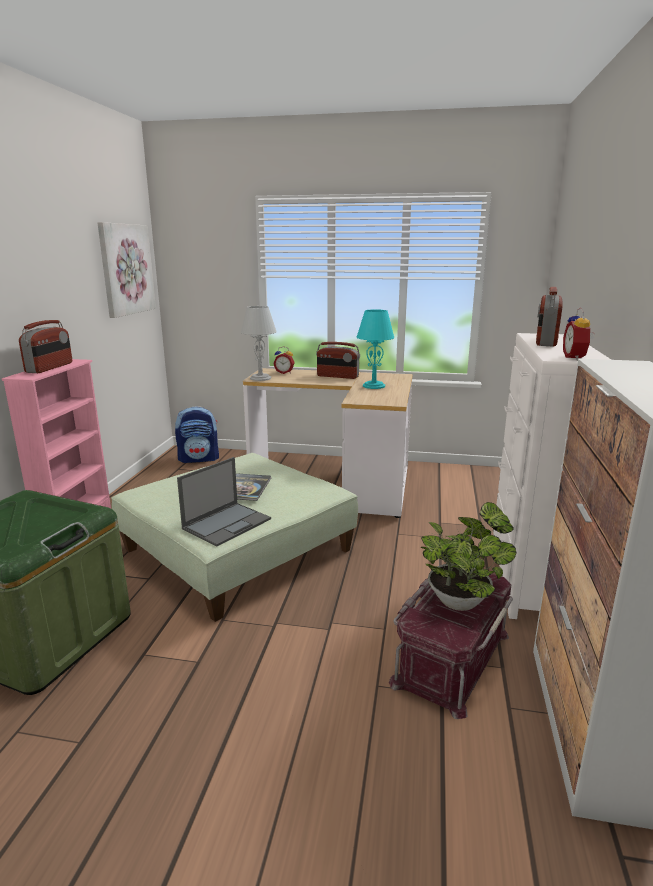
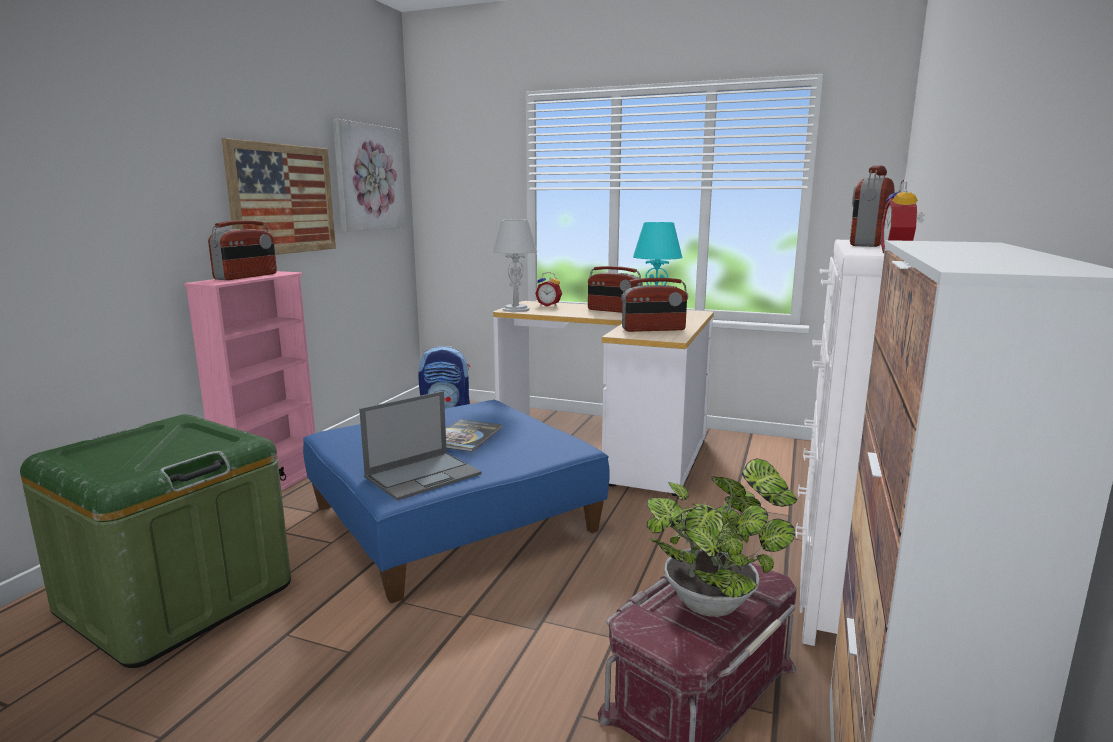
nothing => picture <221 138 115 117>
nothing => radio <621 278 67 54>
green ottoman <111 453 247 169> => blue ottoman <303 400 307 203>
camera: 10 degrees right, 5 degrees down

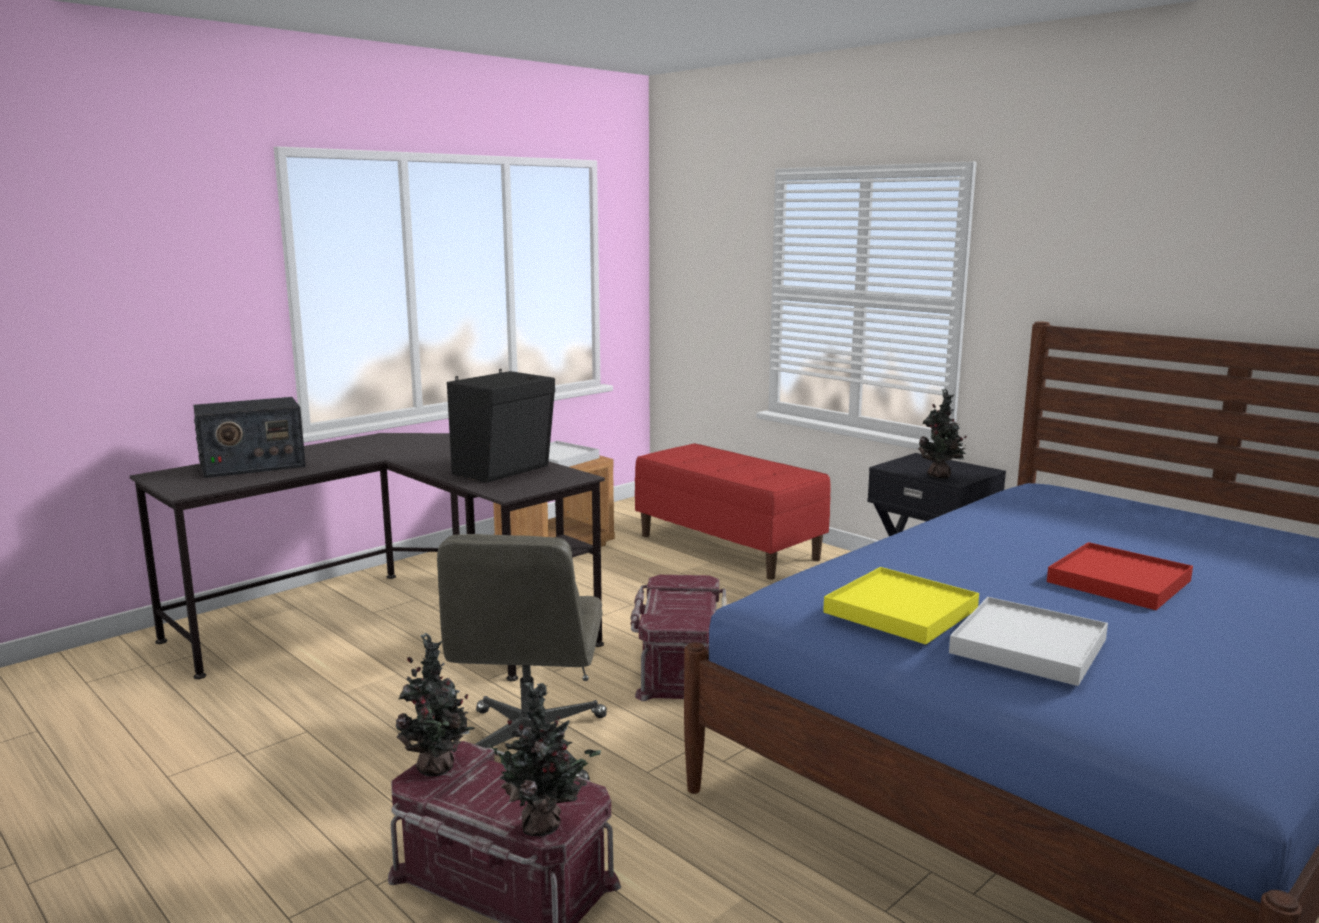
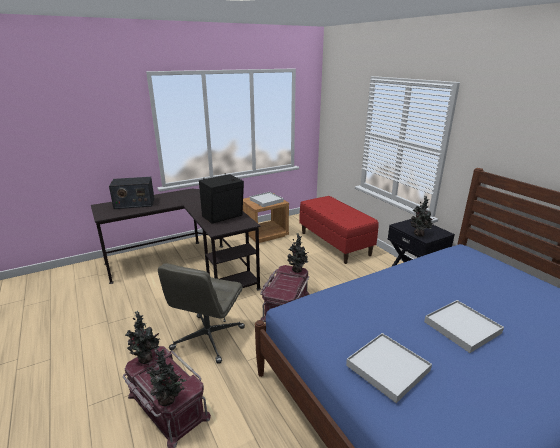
yellow tray <823 567 156 77> => nothing
nothing => potted plant <288 233 20 40>
red tray <1047 542 146 68> => white tray <424 300 80 53>
camera: 15 degrees right, 10 degrees up

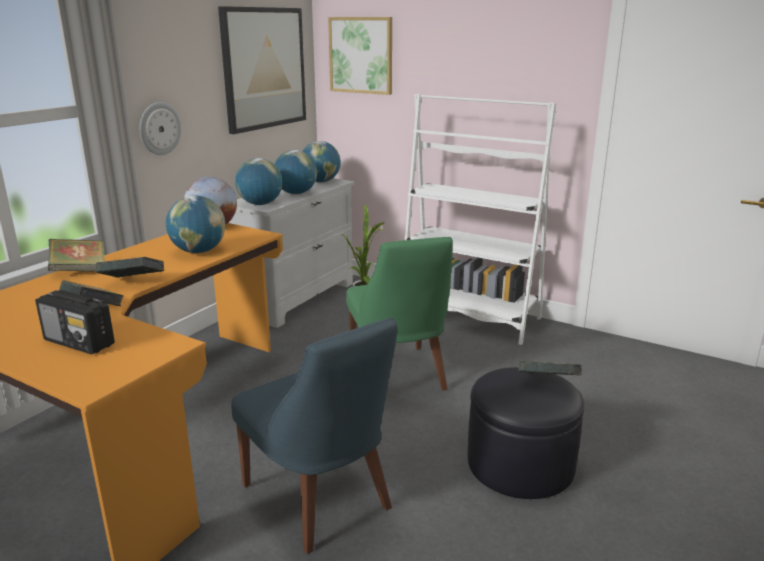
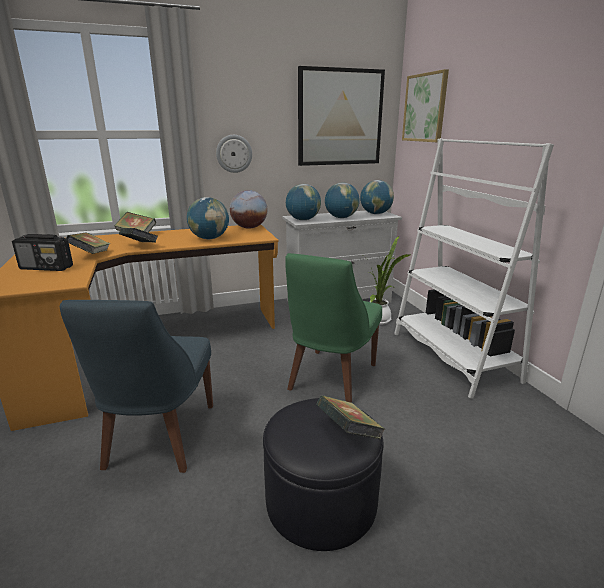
radio <35 290 80 64> => radio <12 234 61 37>, 60 degrees counterclockwise
camera: 40 degrees right, 0 degrees up

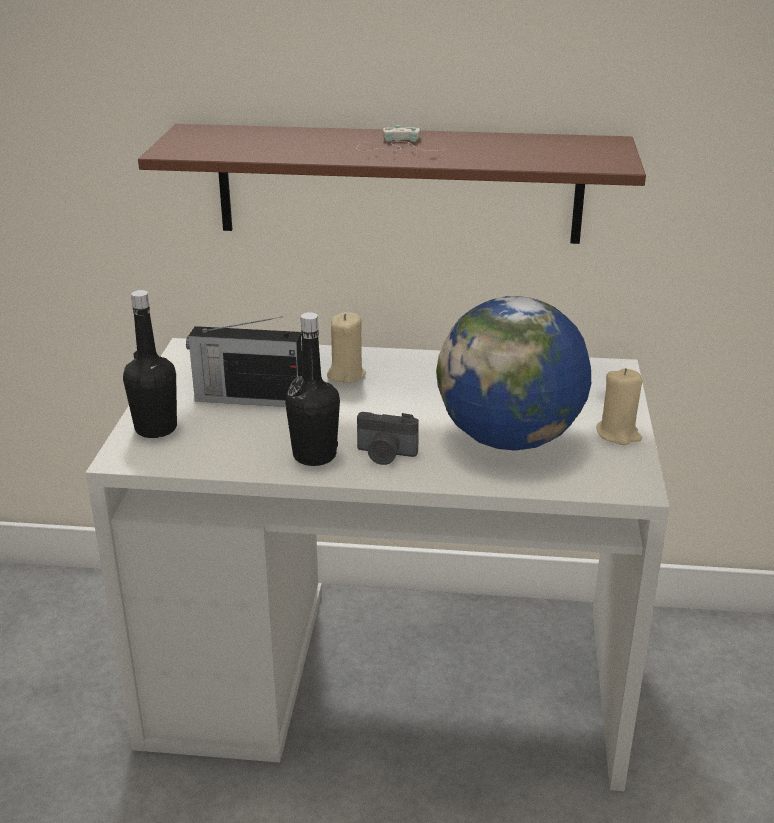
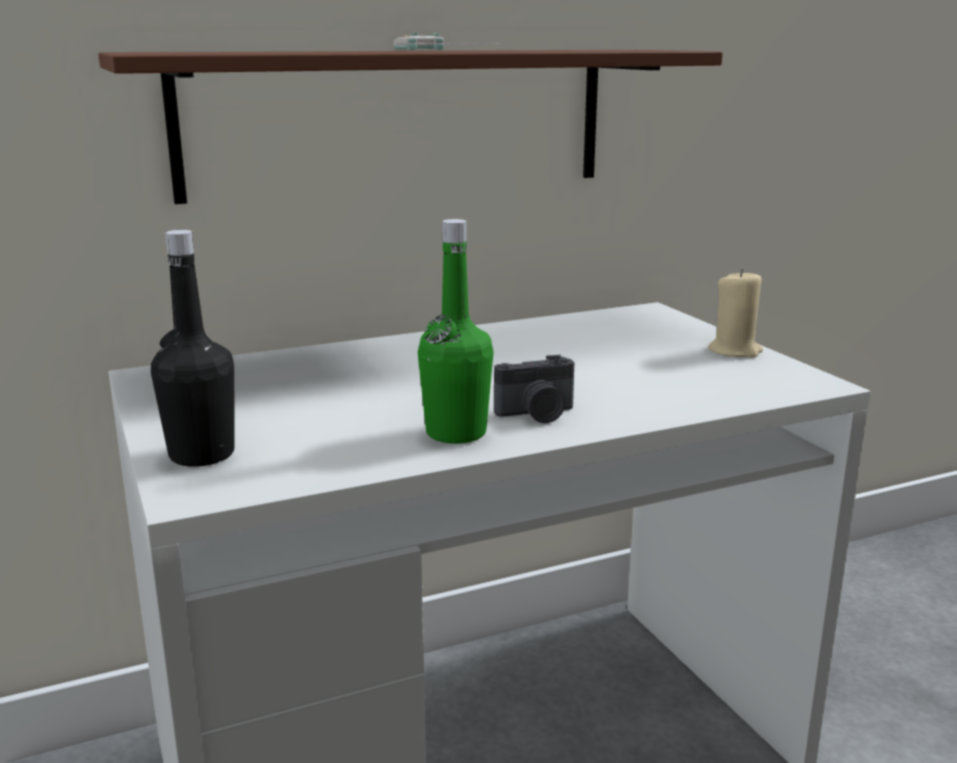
radio <186 316 116 91> => nothing
beige candle <327 313 39 70> => nothing
globe <436 296 155 154> => nothing
black bottle <285 312 55 154> => green bottle <418 219 76 225>
camera: 30 degrees left, 10 degrees down

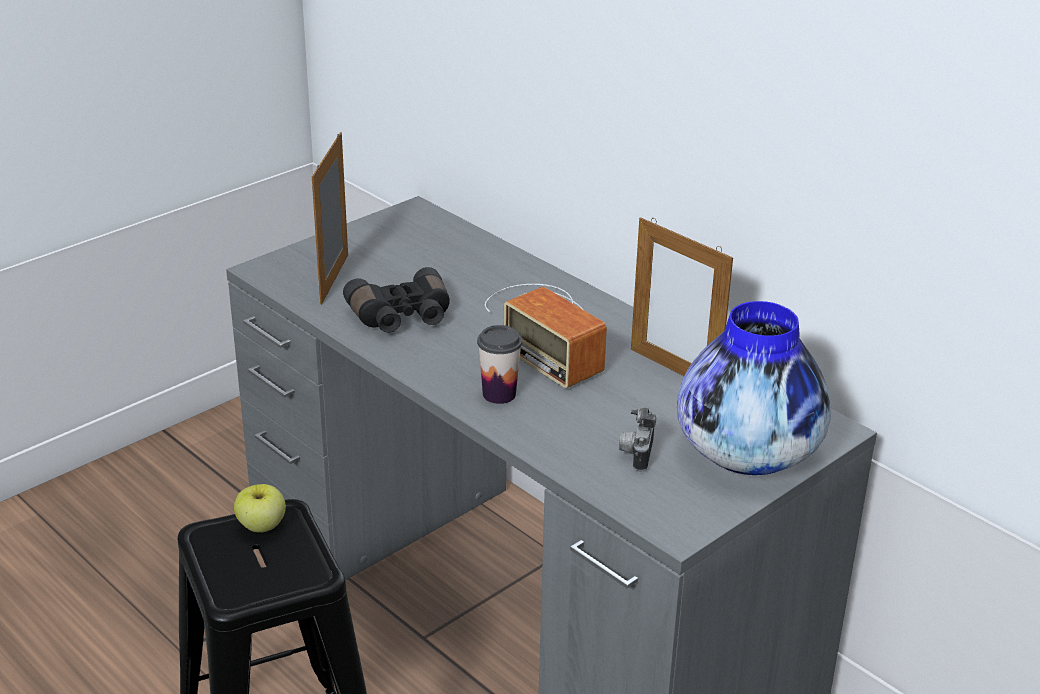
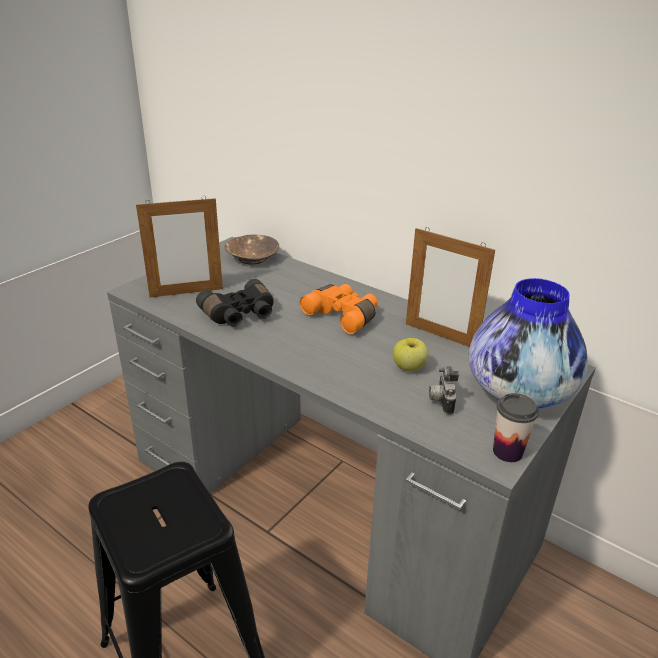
nothing => brown bowl <225 234 54 30>
apple <234 484 52 49> => apple <393 338 35 34>, moved
cup <477 325 45 79> => cup <493 393 46 69>, moved
radio <485 284 122 104> => orange binoculars <300 284 78 50>
picture frame <312 132 36 173> => picture frame <136 196 87 101>, 105 degrees counterclockwise
camera: 10 degrees left, 0 degrees up

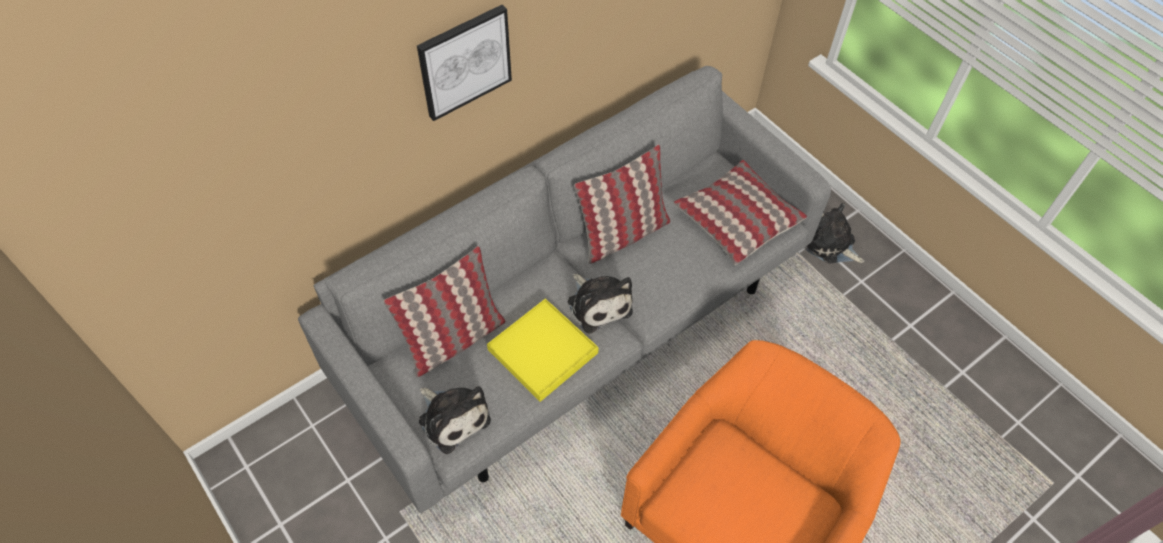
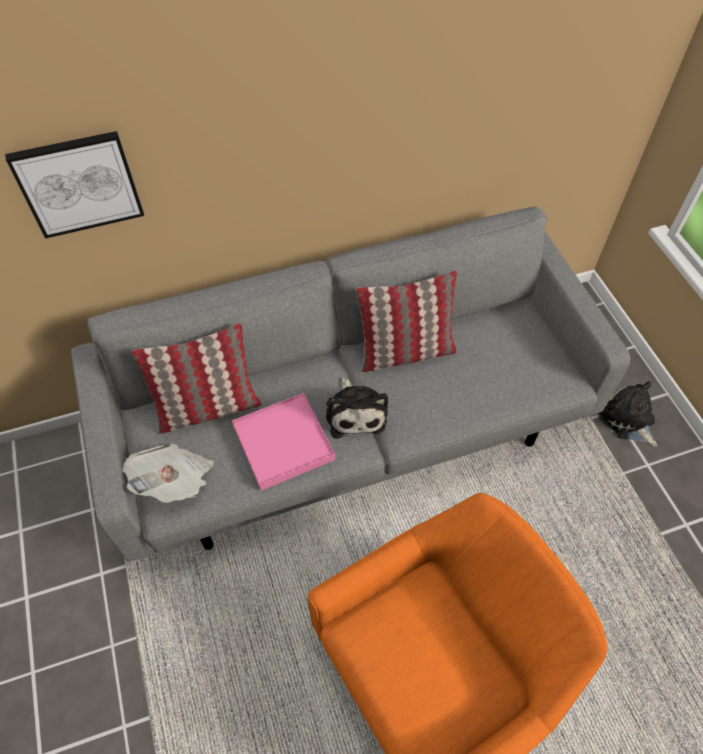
pillow <674 160 133 105> => nothing
picture <417 5 95 116> => picture <5 131 139 108>, moved
plush toy <419 386 72 68> => newspaper <123 444 91 59>
yellow tray <487 299 112 103> => pink tray <232 393 103 98>
camera: 20 degrees right, 0 degrees up

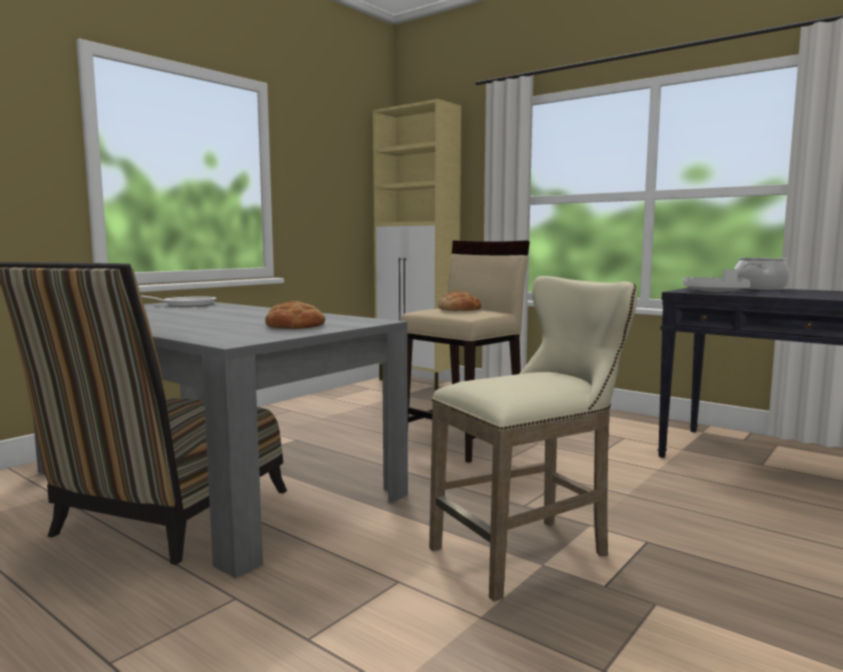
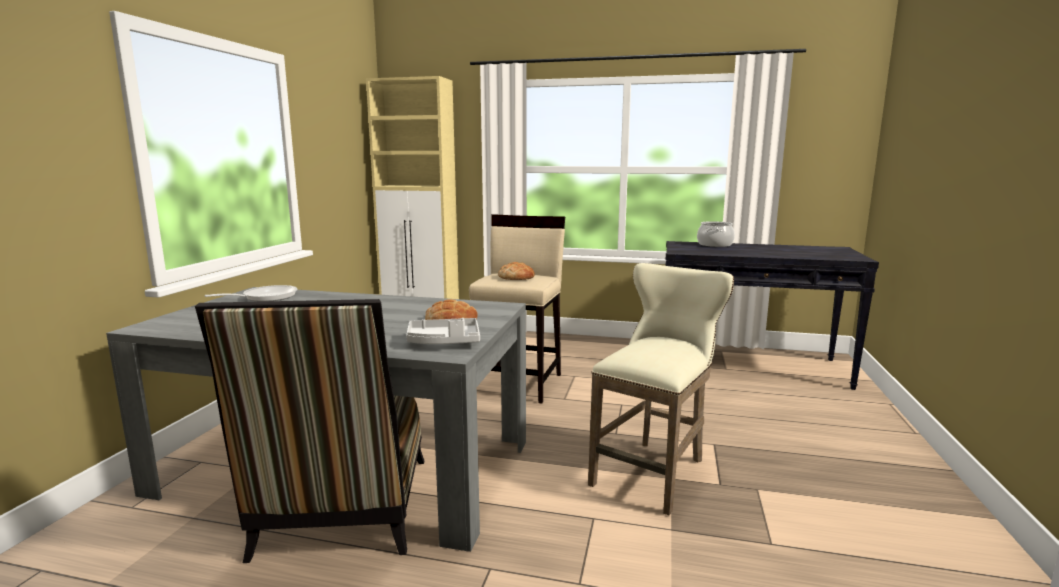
grey tray <683 269 68 23> => grey tray <406 318 74 26>, moved
camera: 25 degrees left, 5 degrees up

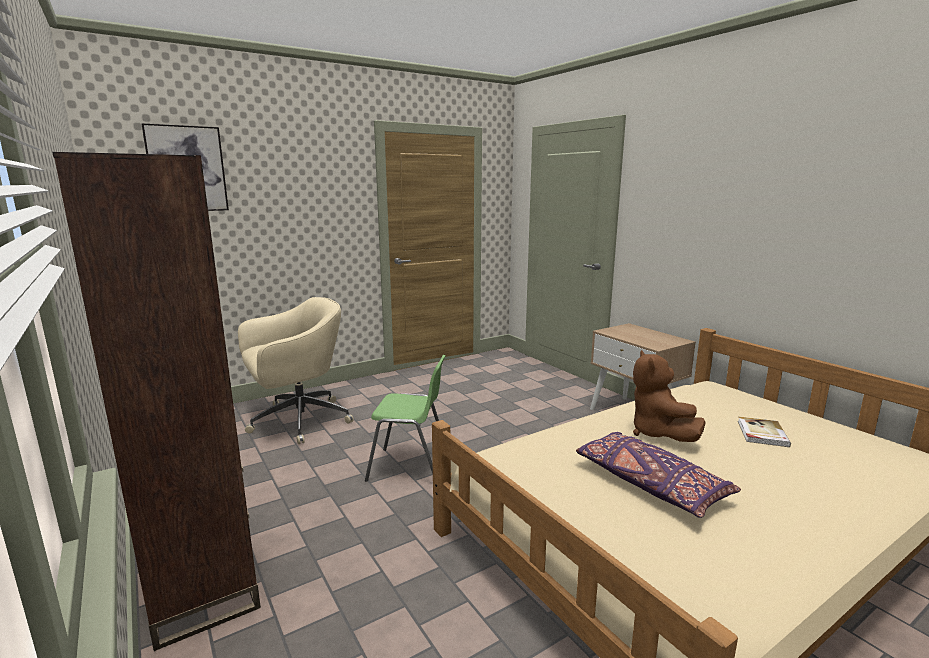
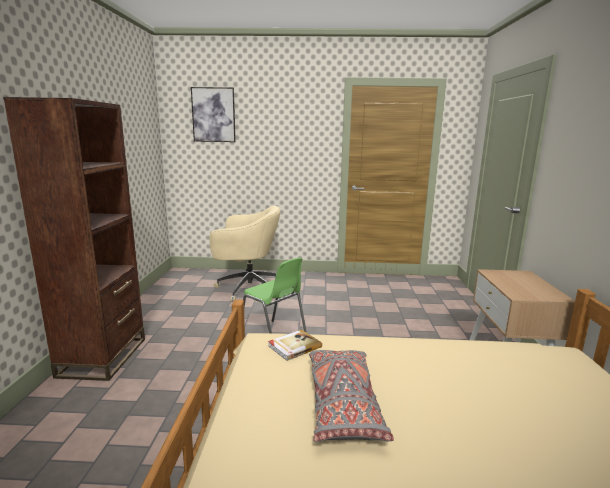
brown plush toy <633 350 73 92> => nothing
book <738 417 53 30> => book <268 330 54 31>, moved
purple pillow <576 432 165 86> => grey pillow <309 350 85 92>
camera: 35 degrees right, 0 degrees up

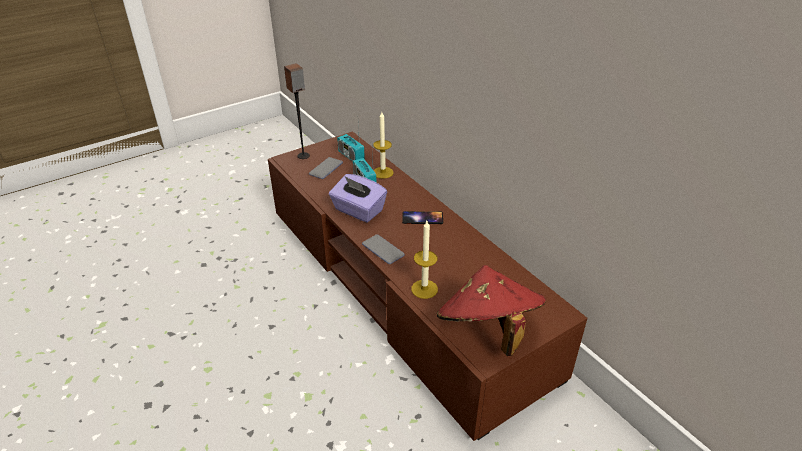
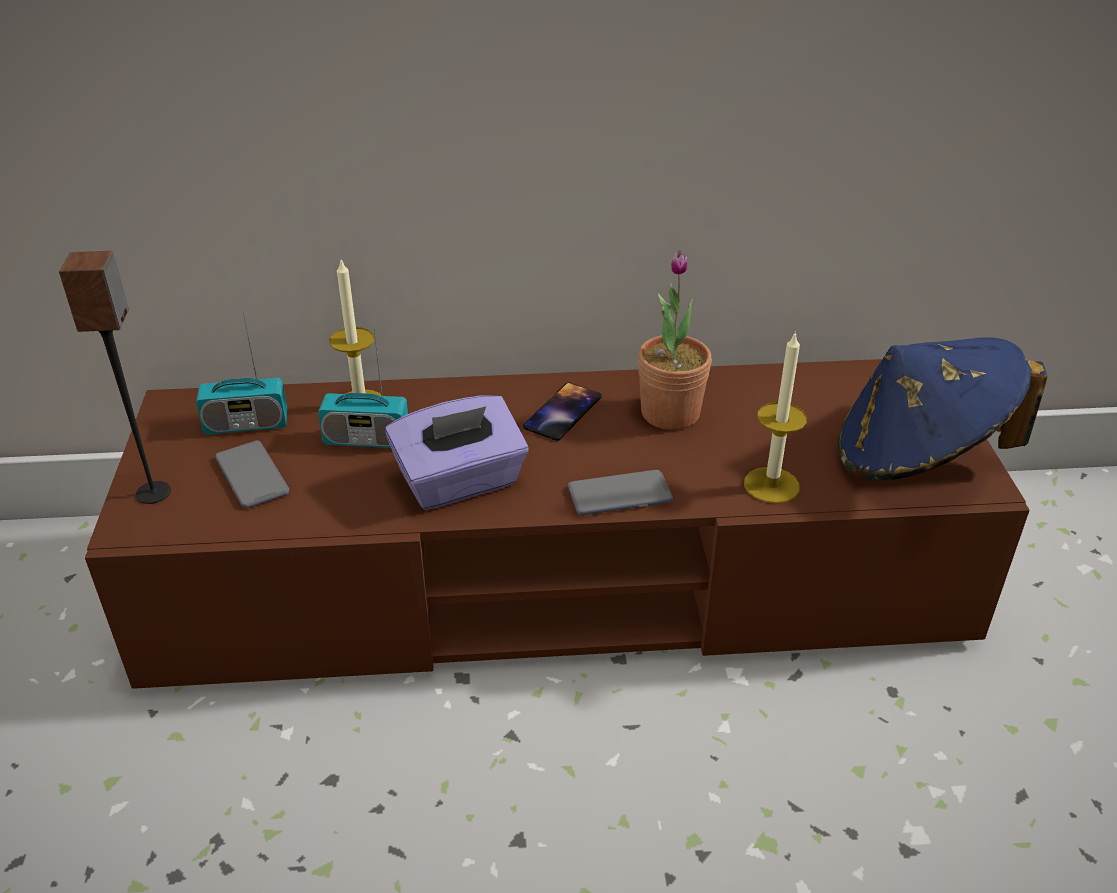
nothing => potted plant <638 250 74 180>
red hat <437 265 109 91> => blue hat <837 337 211 143>
camera: 60 degrees left, 0 degrees up

